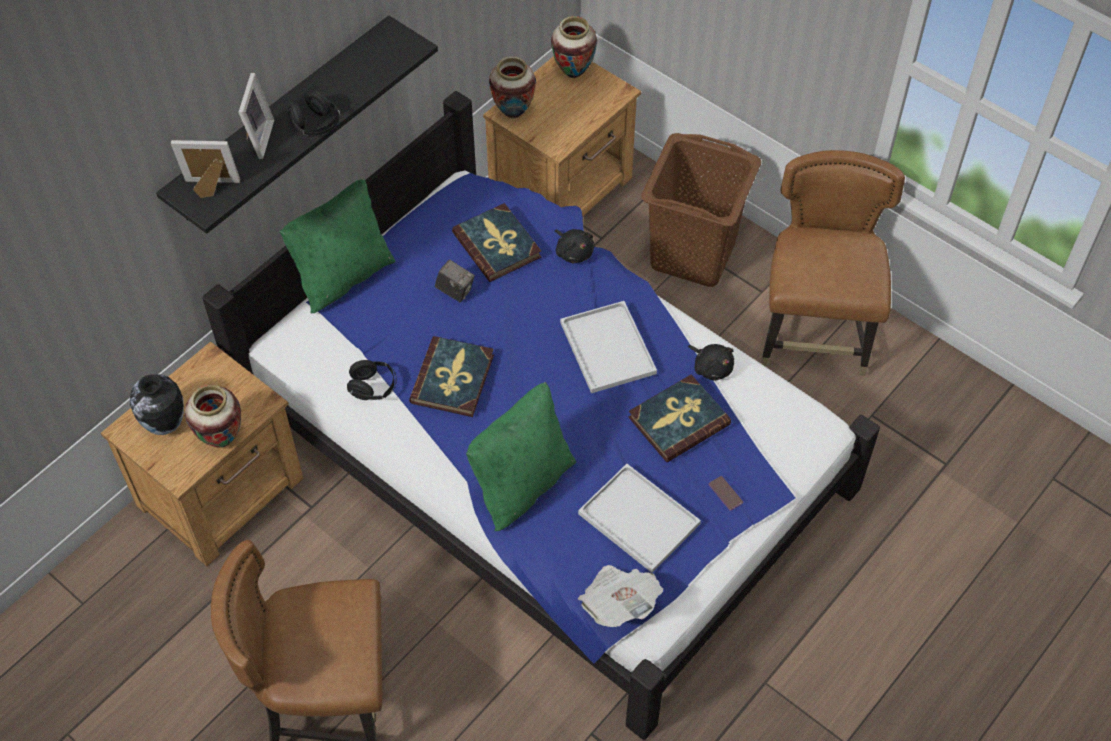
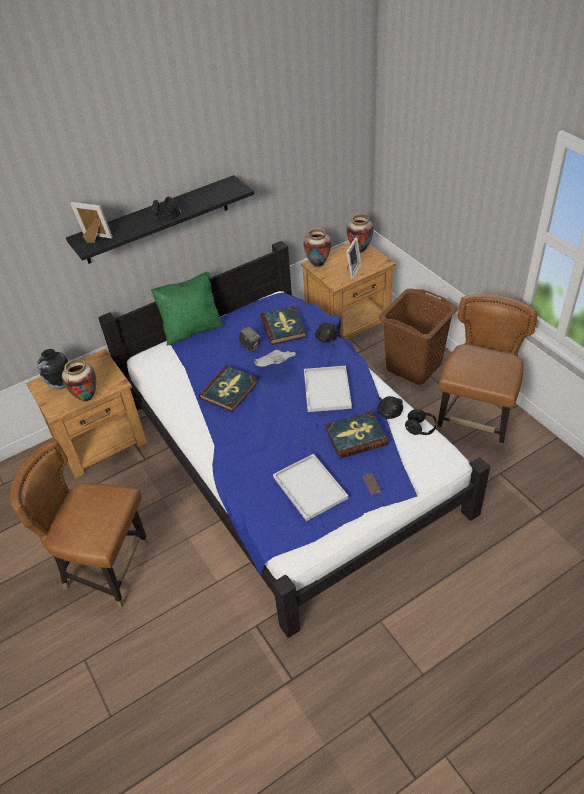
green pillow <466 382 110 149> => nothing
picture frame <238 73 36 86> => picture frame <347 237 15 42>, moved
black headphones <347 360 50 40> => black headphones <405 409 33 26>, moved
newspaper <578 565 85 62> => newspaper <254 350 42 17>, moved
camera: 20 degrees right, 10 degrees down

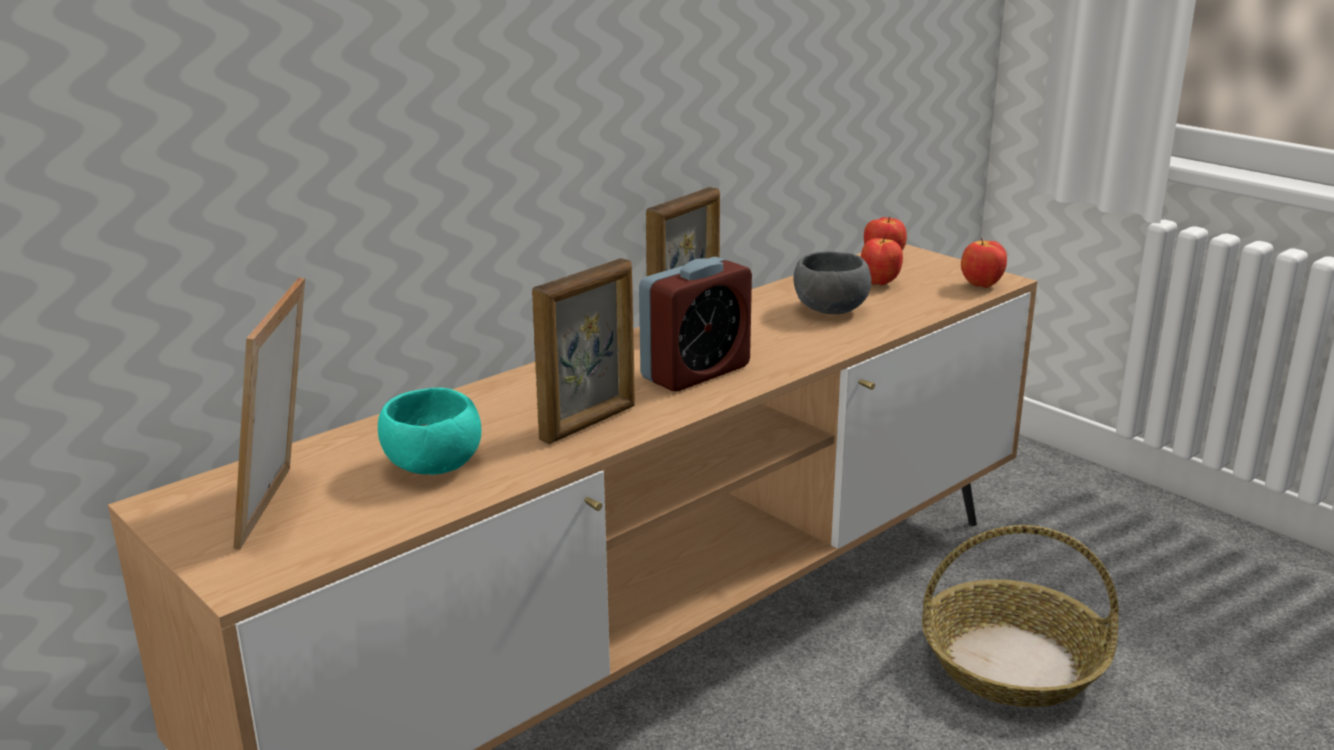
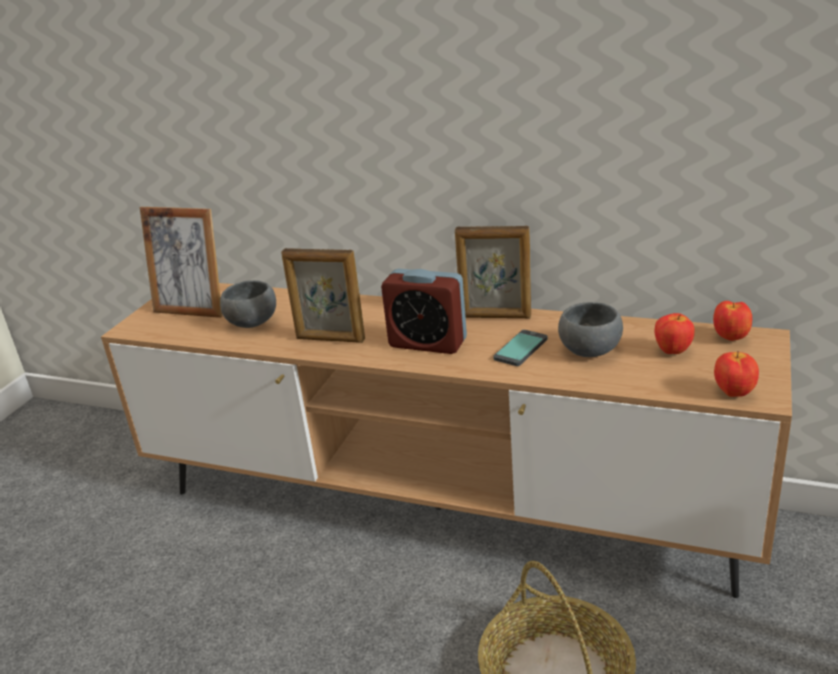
nothing => phone <493 330 54 36>
turquoise bowl <378 388 103 87> => grey bowl <220 280 56 48>
picture frame <233 277 72 273> => picture frame <140 207 83 111>, 135 degrees counterclockwise
camera: 65 degrees right, 5 degrees up

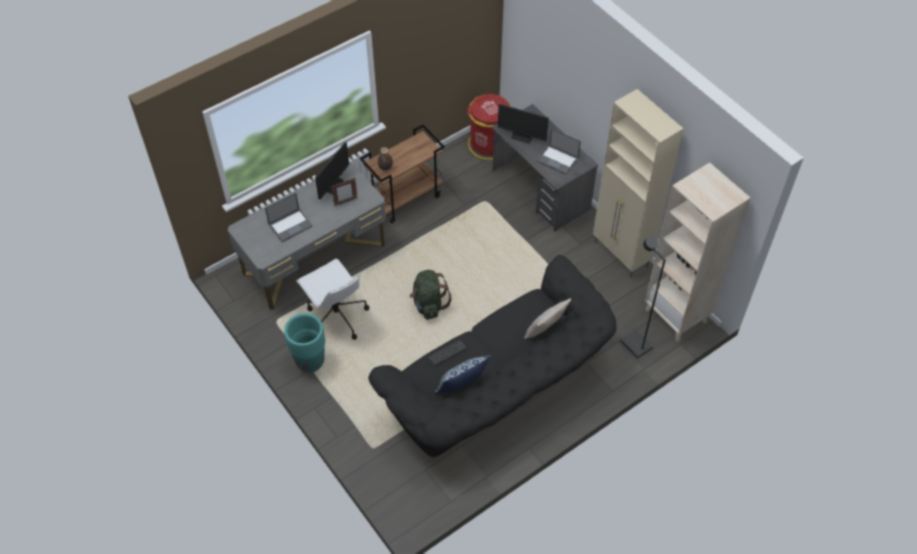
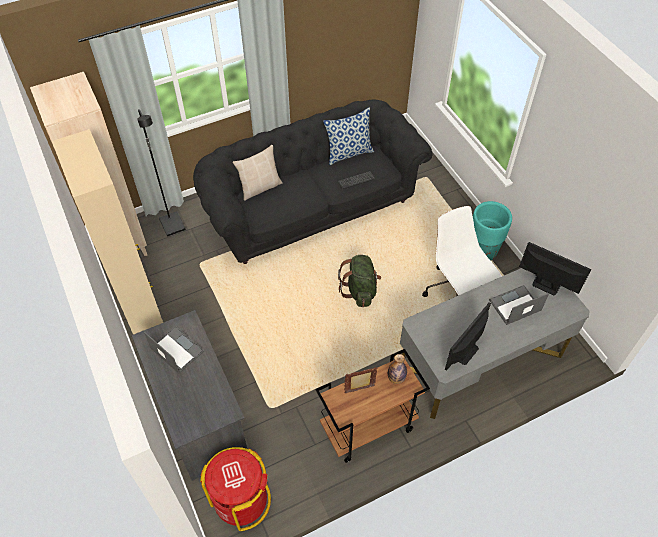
picture frame <331 178 27 28> => picture frame <344 367 34 26>, moved
monitor <498 104 51 39> => monitor <519 242 72 53>, moved
camera: 170 degrees left, 0 degrees up

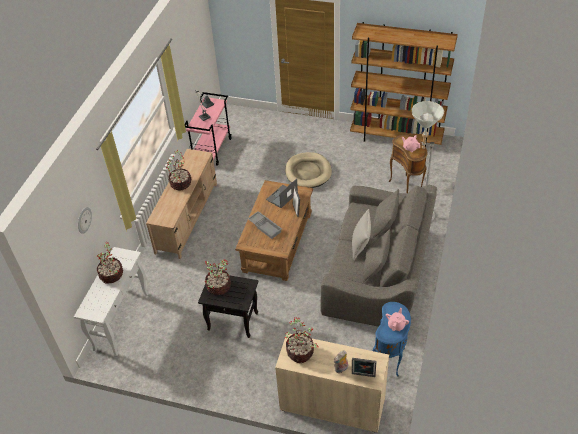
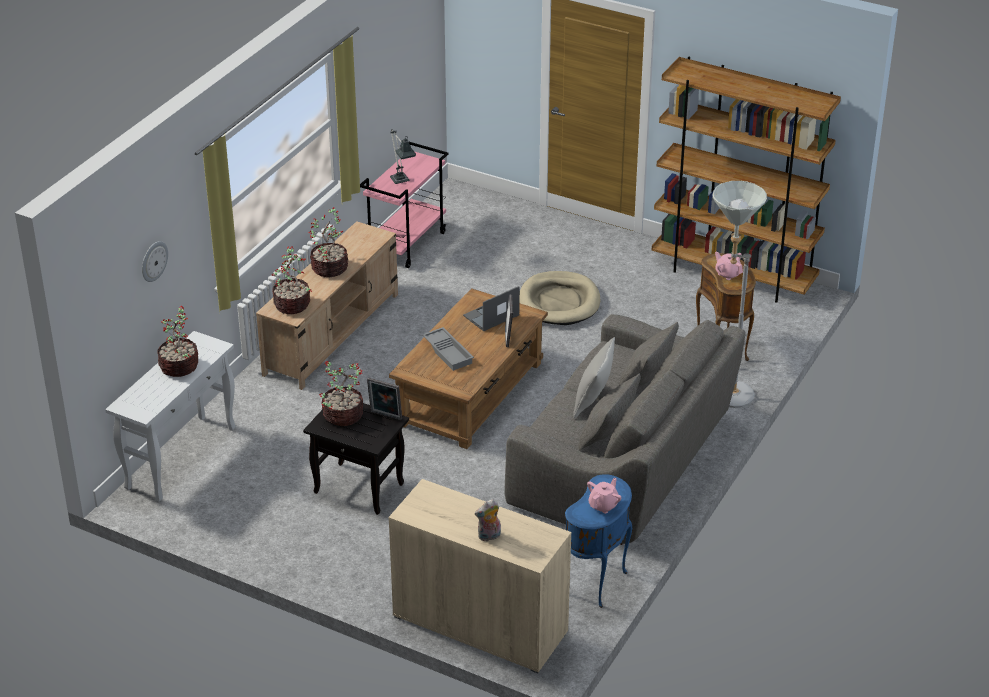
potted plant <286 318 33 45> => potted plant <272 246 40 68>, moved
picture frame <352 358 24 19> => picture frame <367 378 35 42>, moved
camera: 10 degrees right, 10 degrees down

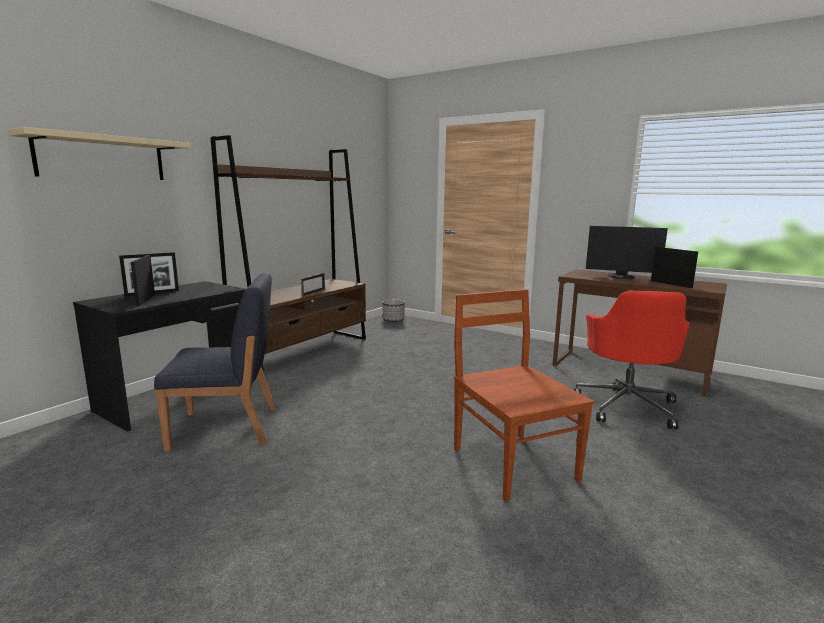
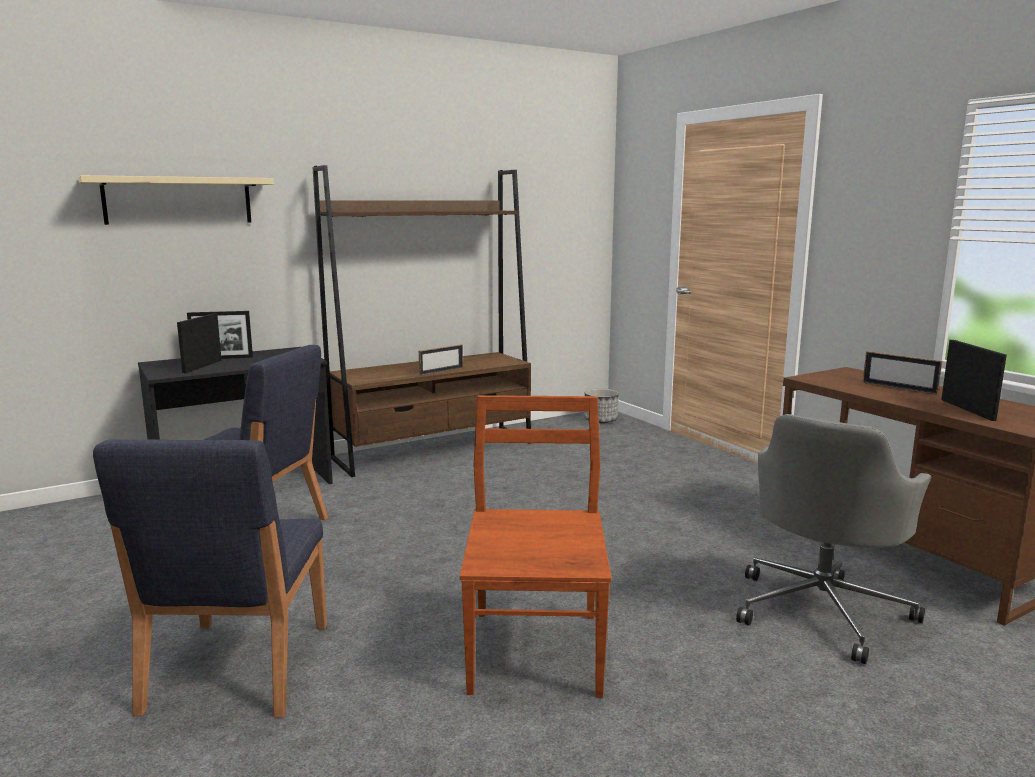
nothing => blue chair <93 439 234 279>
monitor <586 226 82 53> => picture frame <863 351 79 44>
red office chair <573 290 117 139> => grey office chair <736 414 195 250>
camera: 25 degrees right, 0 degrees up

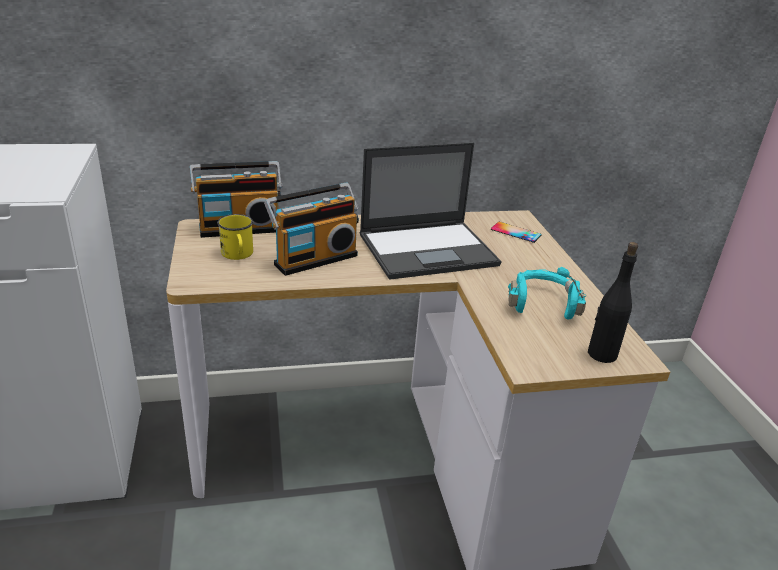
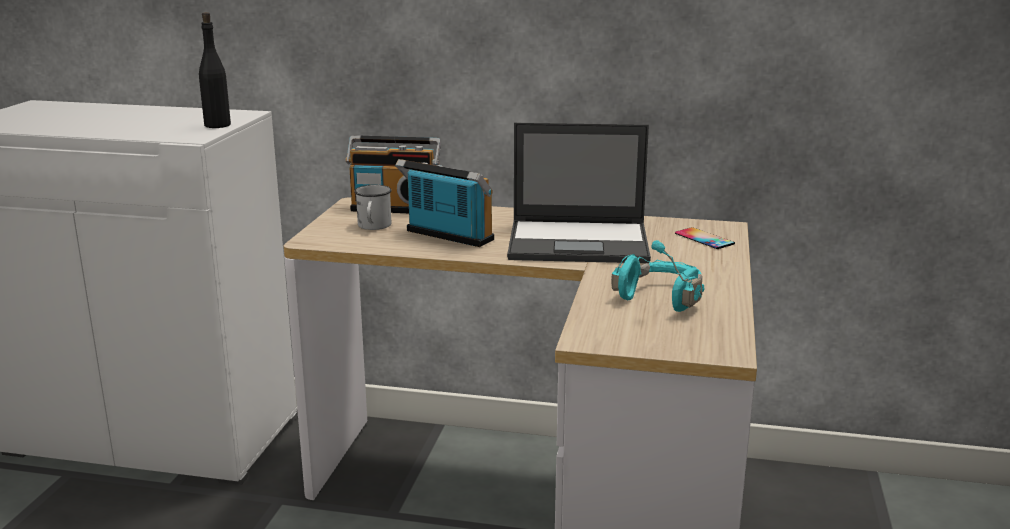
black bottle <588 242 50 121> => black bottle <199 12 32 116>, moved
yellow mug <217 214 36 46> => white mug <354 185 38 45>
radio <264 183 95 93> => radio <395 159 99 88>, 135 degrees counterclockwise
camera: 25 degrees right, 10 degrees down

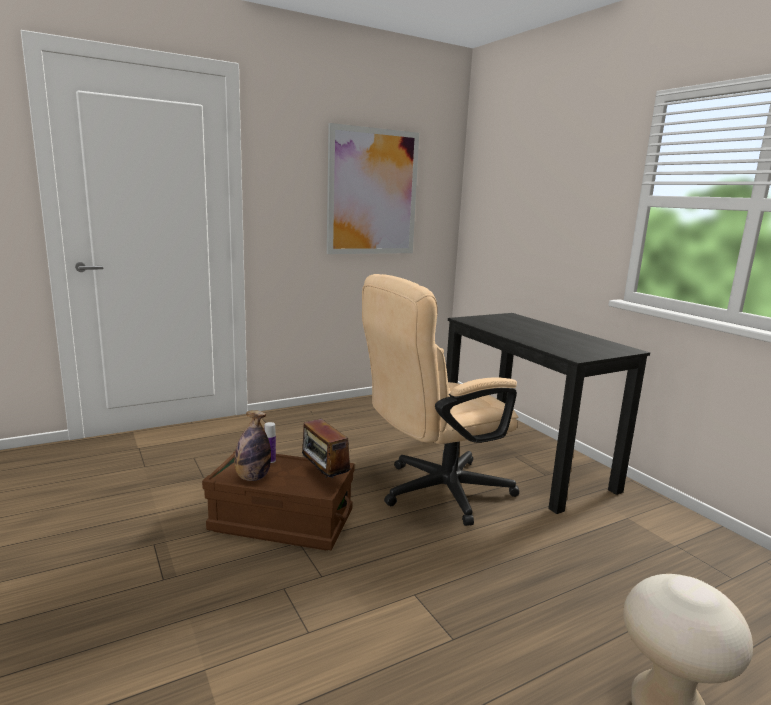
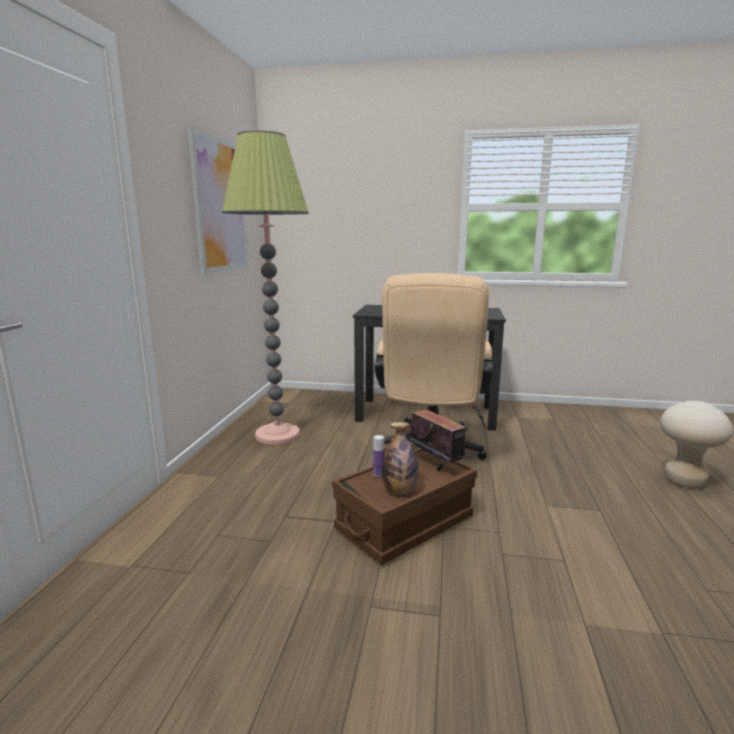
nothing => floor lamp <222 130 87 314>
radio <302 411 50 67> => radio <409 407 56 66>, 135 degrees counterclockwise
camera: 50 degrees left, 0 degrees up

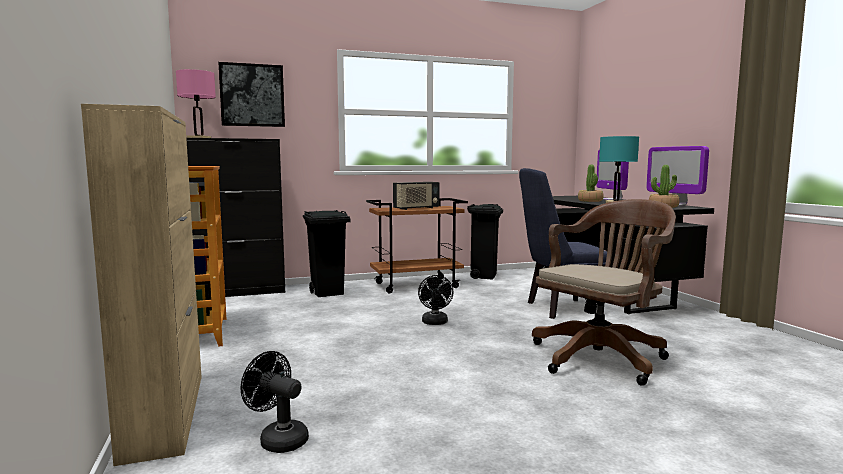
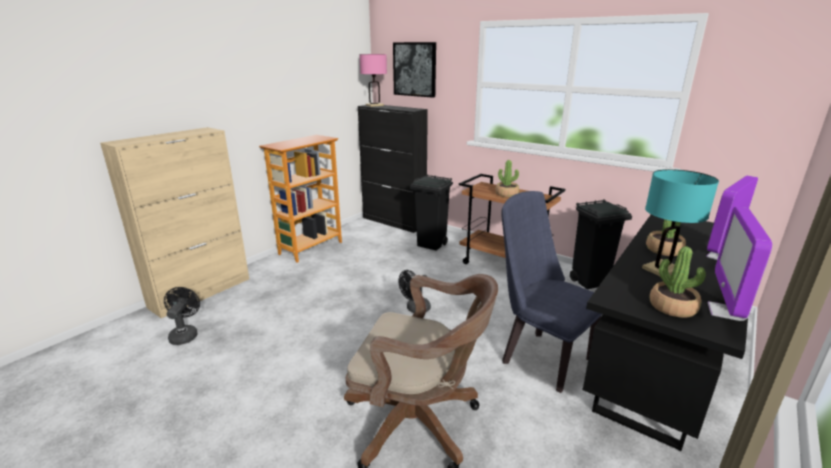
radio <393 182 46 28> => potted plant <495 160 24 37>
camera: 55 degrees right, 15 degrees up

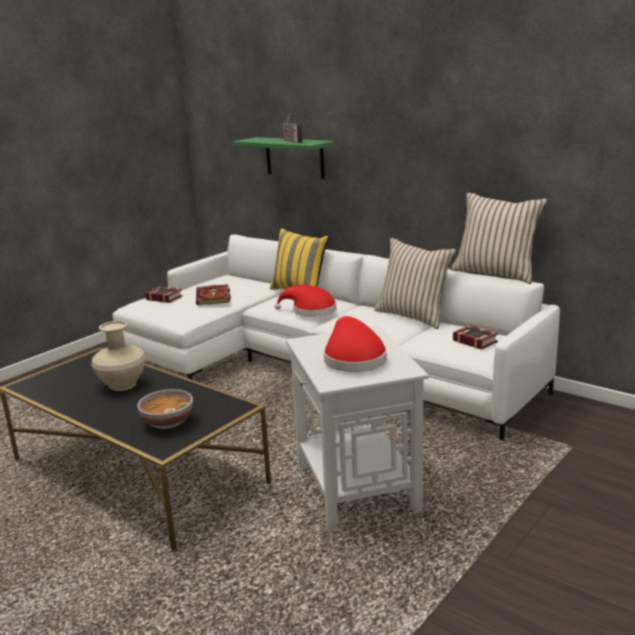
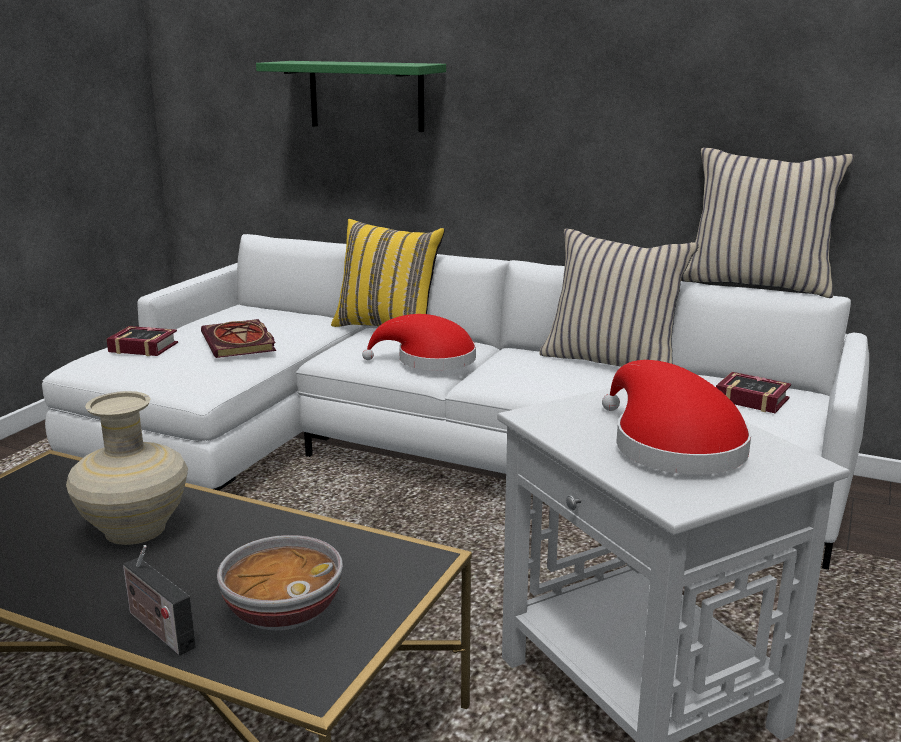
radio <283 114 19 29> => radio <123 545 73 111>, moved
camera: 15 degrees left, 0 degrees up

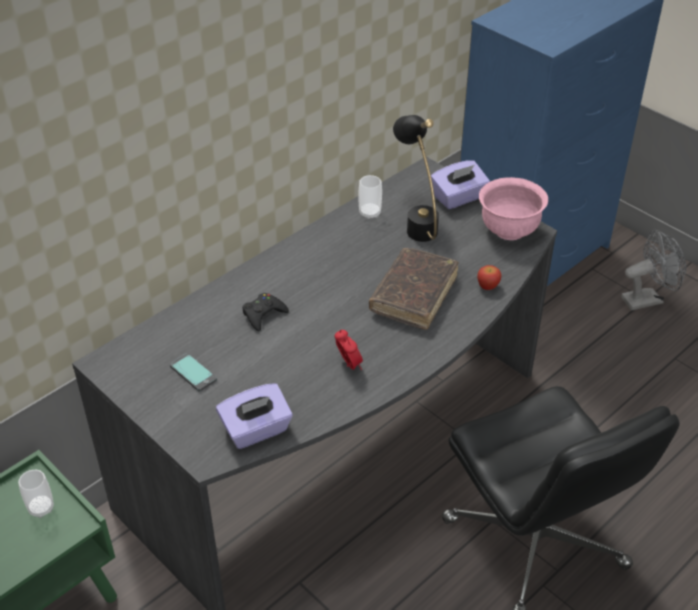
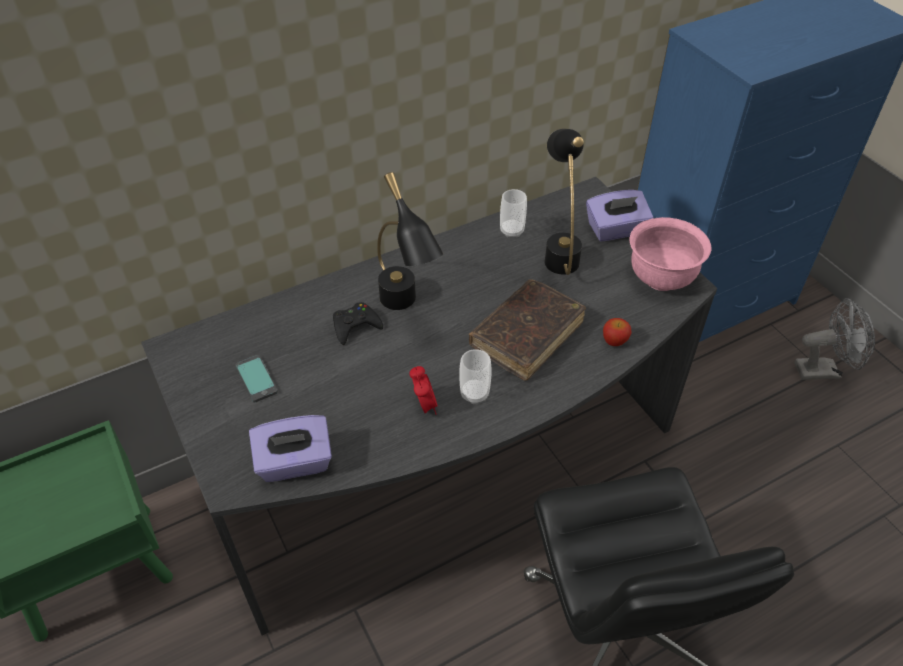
nothing => black table lamp <377 172 67 138>
cup <18 470 36 48> => cup <459 349 33 55>, moved
camera: 15 degrees right, 5 degrees up

